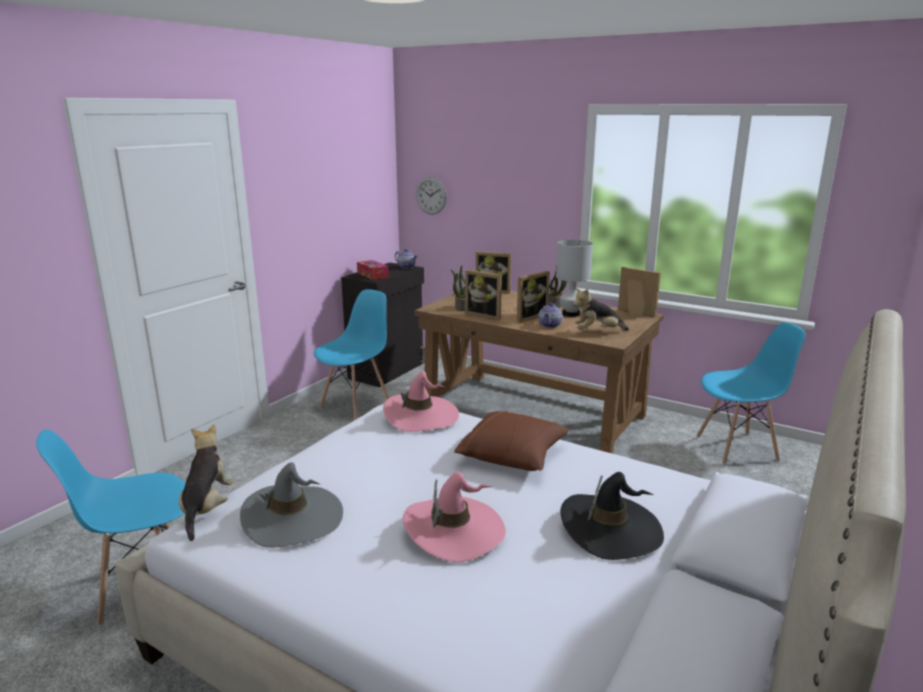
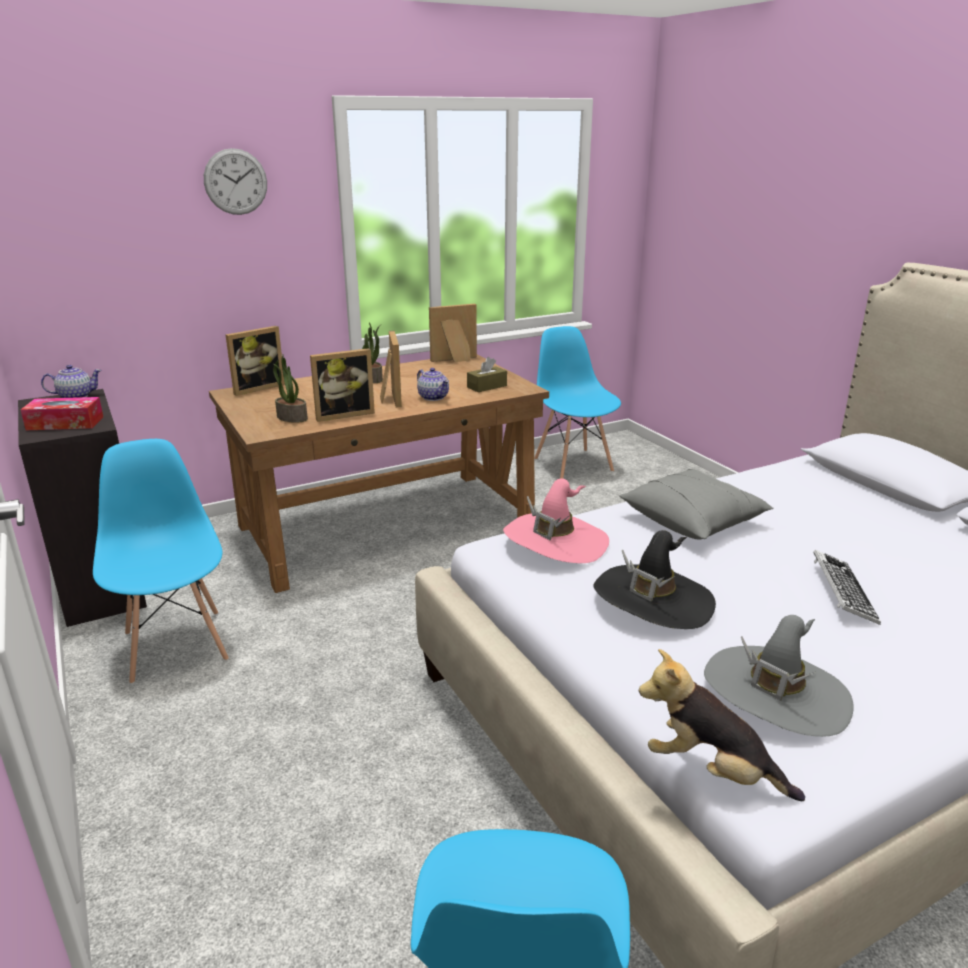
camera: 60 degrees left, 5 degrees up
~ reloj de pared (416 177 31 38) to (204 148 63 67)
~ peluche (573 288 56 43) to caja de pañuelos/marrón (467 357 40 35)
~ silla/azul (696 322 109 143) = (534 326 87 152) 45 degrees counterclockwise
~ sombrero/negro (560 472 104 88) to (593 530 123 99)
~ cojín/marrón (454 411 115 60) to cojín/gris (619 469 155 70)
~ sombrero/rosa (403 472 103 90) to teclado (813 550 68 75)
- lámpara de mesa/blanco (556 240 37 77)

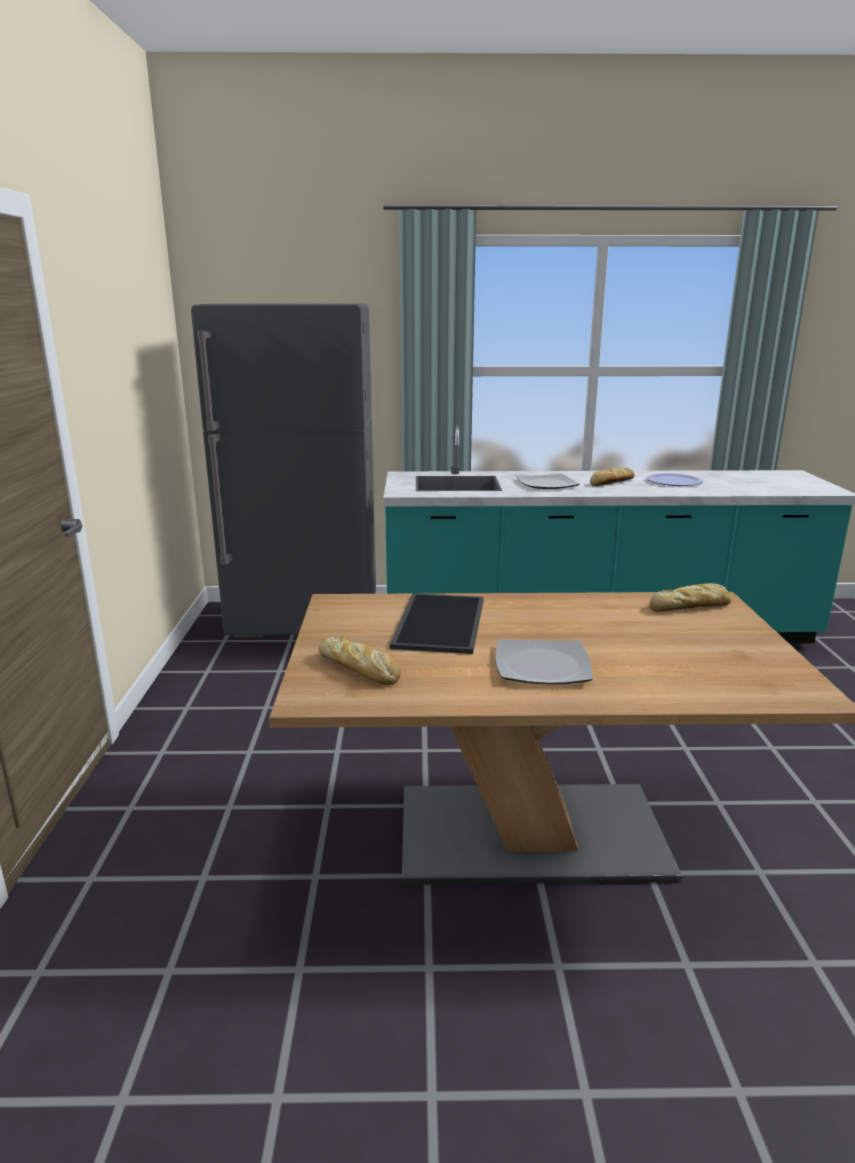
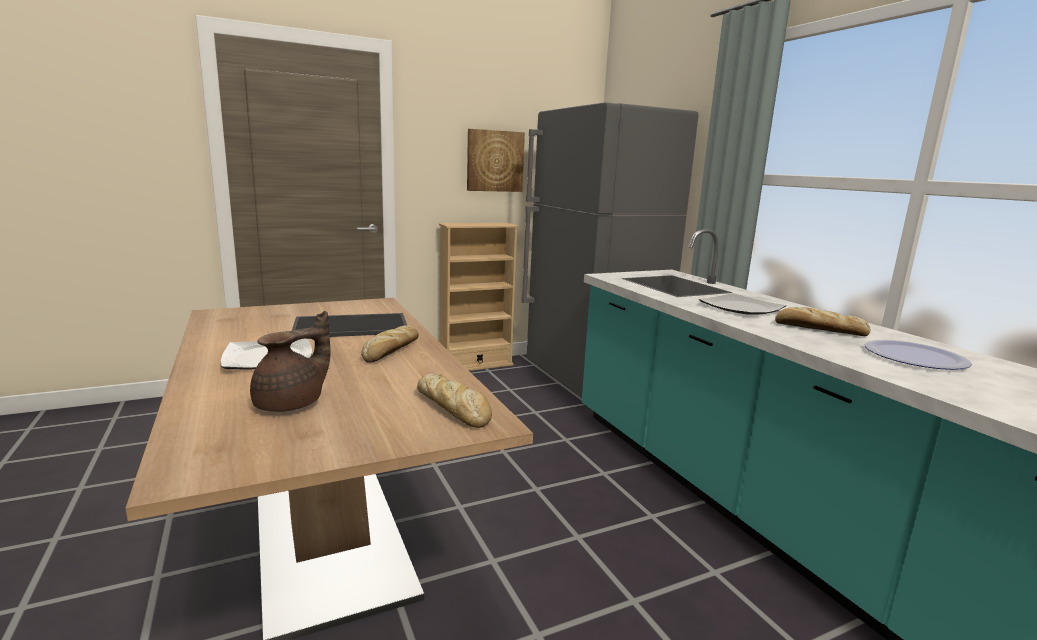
camera: 65 degrees right, 5 degrees down
+ tetera/marrón (250 311 81 101)
~ pan (318 636 83 49) to (361 326 58 37)
+ estantería/beis (439 223 80 148)
+ cuadro (467 129 58 63)

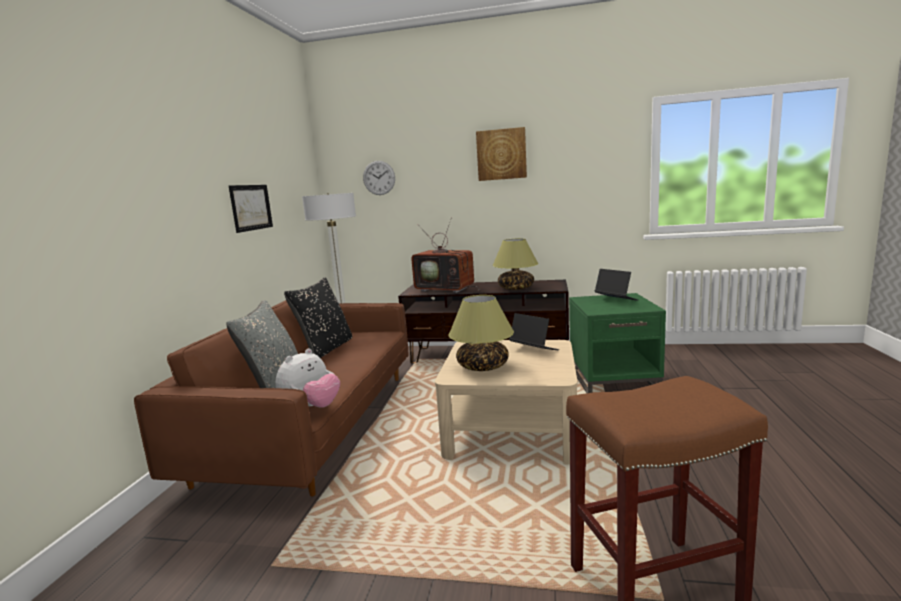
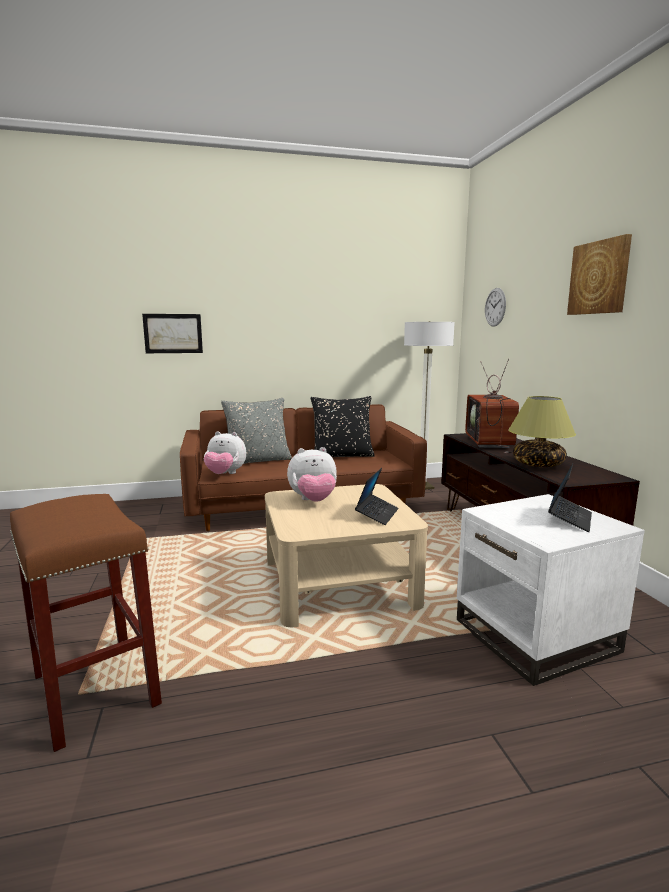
camera: 65 degrees right, 0 degrees up
~ cuadro (229 185 44 48) to (142 314 61 39)
~ lámpara de mesa (449 295 65 76) to peluche (287 447 50 55)
~ mesa auxiliar/verde (569 293 97 100) to mesa auxiliar/blanco (457 494 188 192)

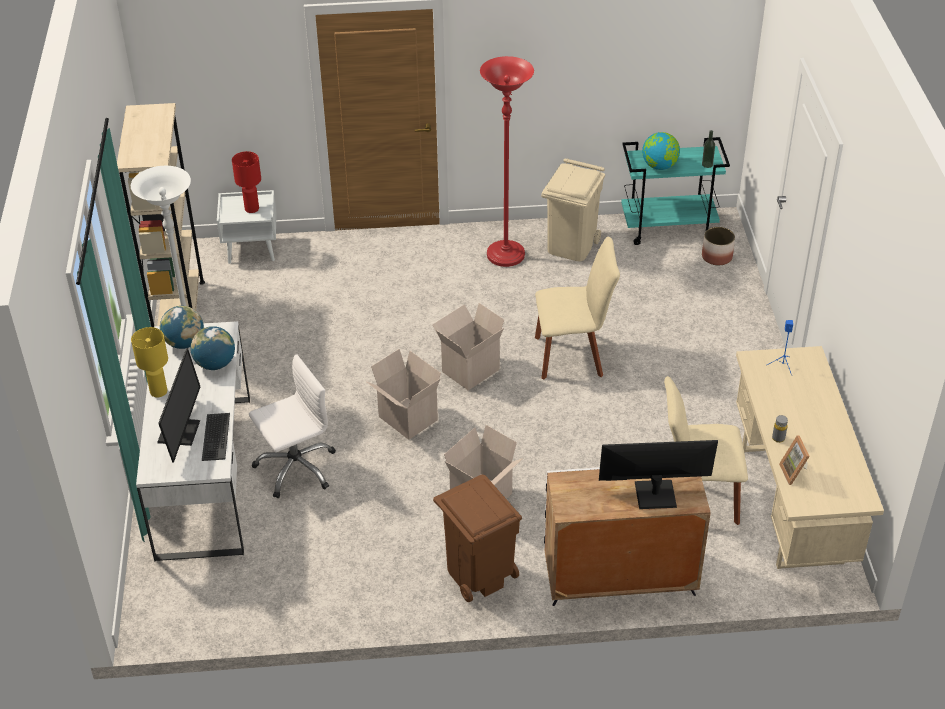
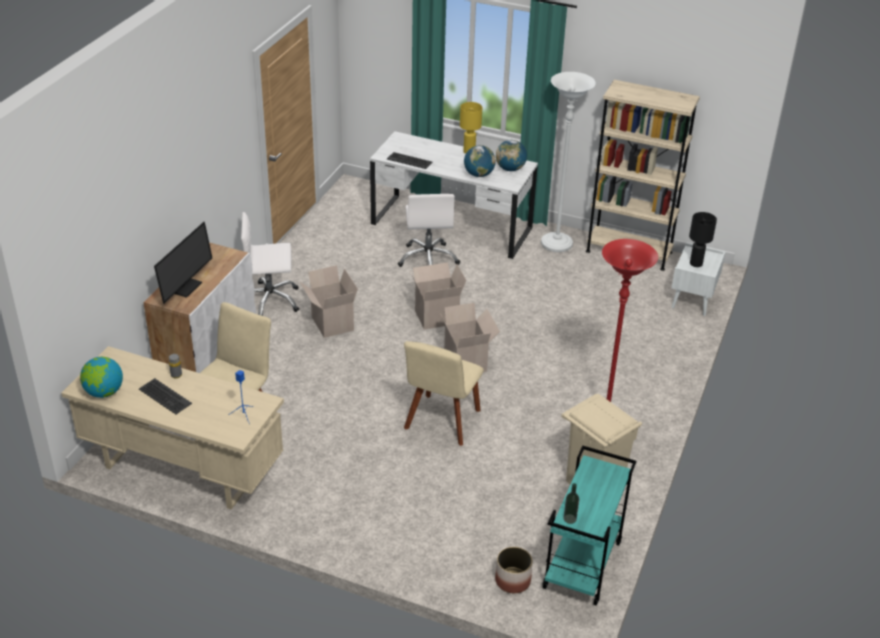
camera: 115 degrees right, 5 degrees down
~ globo terráqueo (642 132 38 38) to (80 357 43 41)
+ teclado (139 378 53 36)
~ papelera/marrón (433 475 89 127) to silla de oficina/blanco (241 212 58 104)
~ lámpara de mesa/rojo (232 151 29 62) to lámpara de mesa/negro (689 212 28 55)
- monitor (157 348 43 115)
- portarretratos (779 435 31 50)

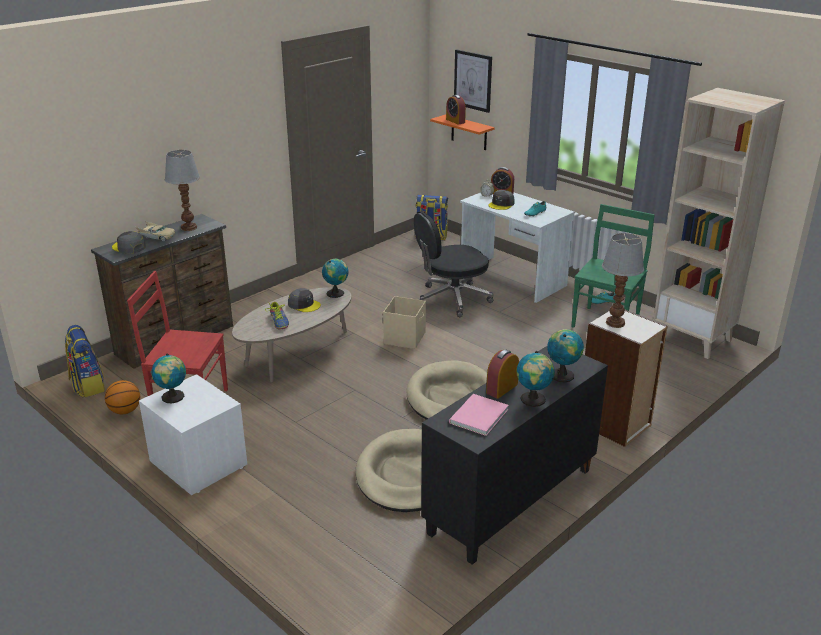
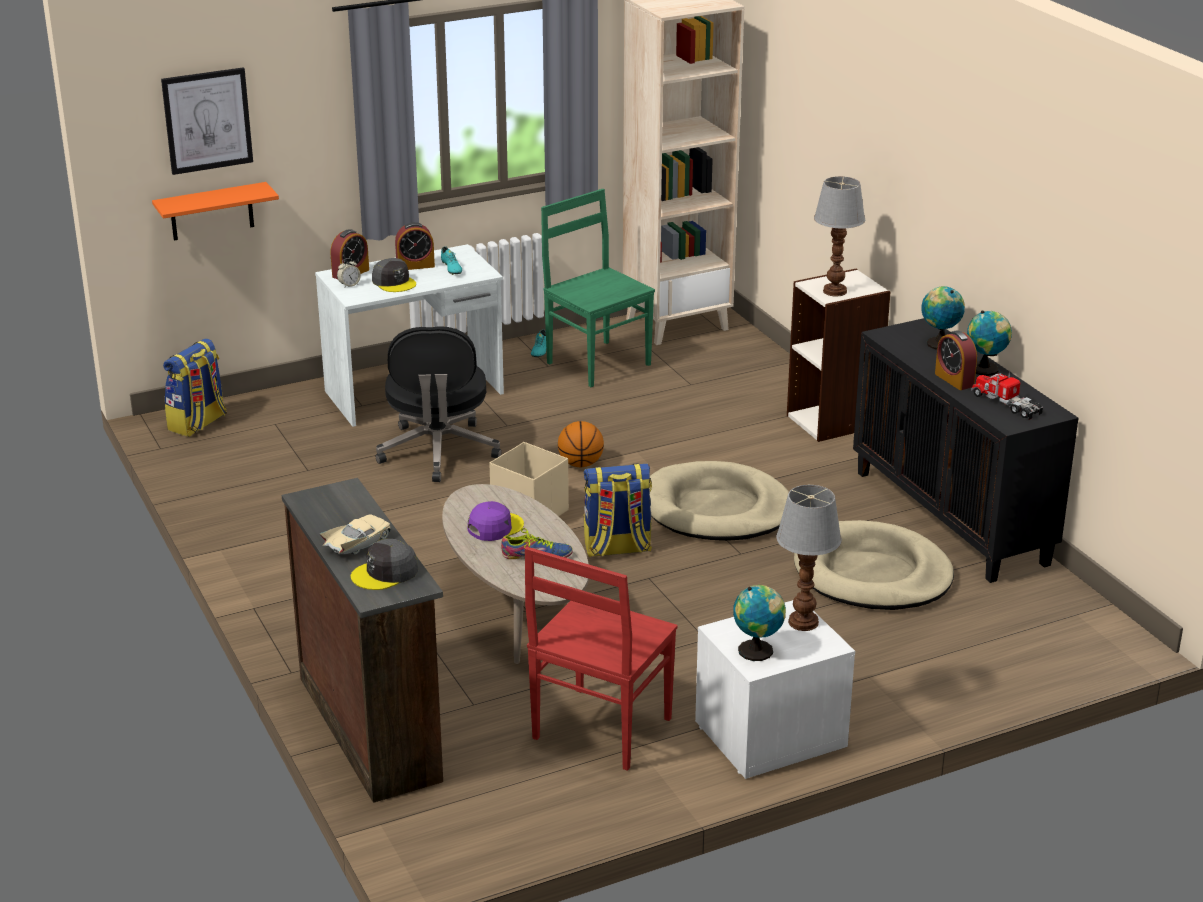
camera: 70 degrees left, 0 degrees up
~ despertador (446 95 20 30) to (395 222 40 48)
~ gorra/gris (288 288 33 24) to gorra/morado (468 501 56 40)
~ balón de baloncesto (105 380 35 34) to (558 421 46 46)
~ mochila (65 325 40 72) to (584 463 68 94)
~ lámpara de mesa (165 150 35 81) to (776 485 66 146)
~ libro/rosa (449 394 60 42) to camión de juguete (971 370 72 50)
- globo terráqueo (322 259 26 39)

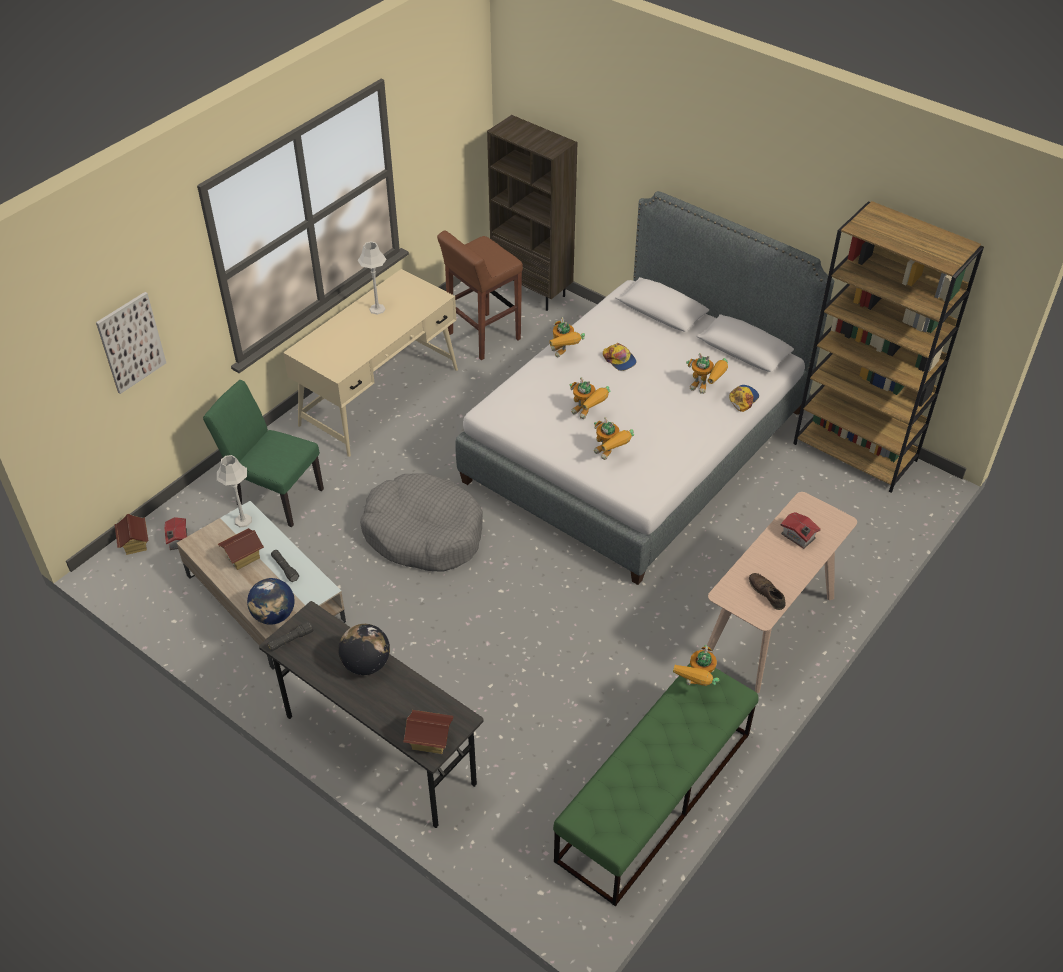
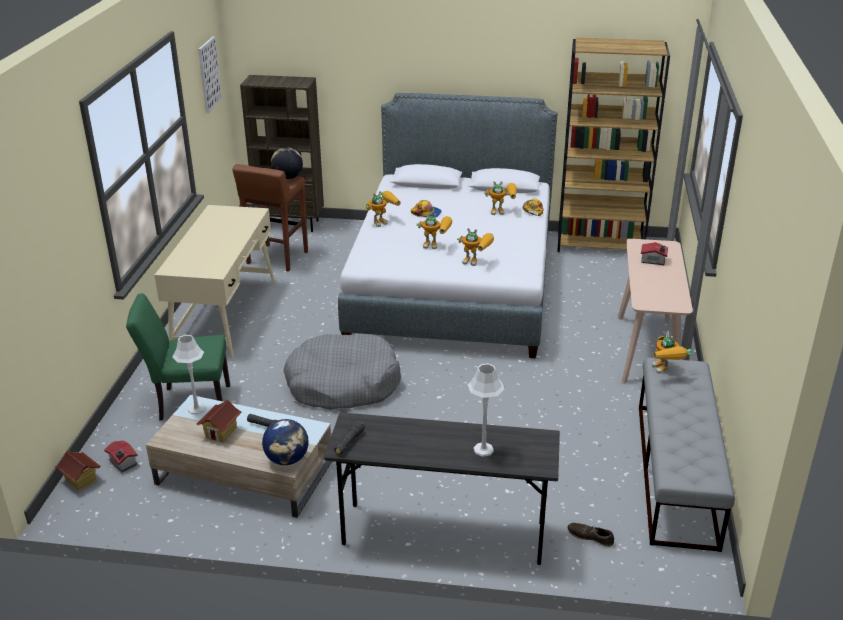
camera: 30 degrees left, 15 degrees down
~ cuadro (96 292 70 102) to (198 37 24 76)
~ globo terráqueo (338 624 52 51) to (271 147 32 32)
~ robot de juguete (550 317 35 40) = (366 191 35 36) 75 degrees counterclockwise
~ lámpara de mesa/gris (358 241 29 74) to (468 363 36 94)
~ zapato/marrón (749 573 37 37) to (568 523 46 24)
~ banco/verde (553 663 206 243) to banco/gris (639 358 96 194)
- casita (403 710 50 44)

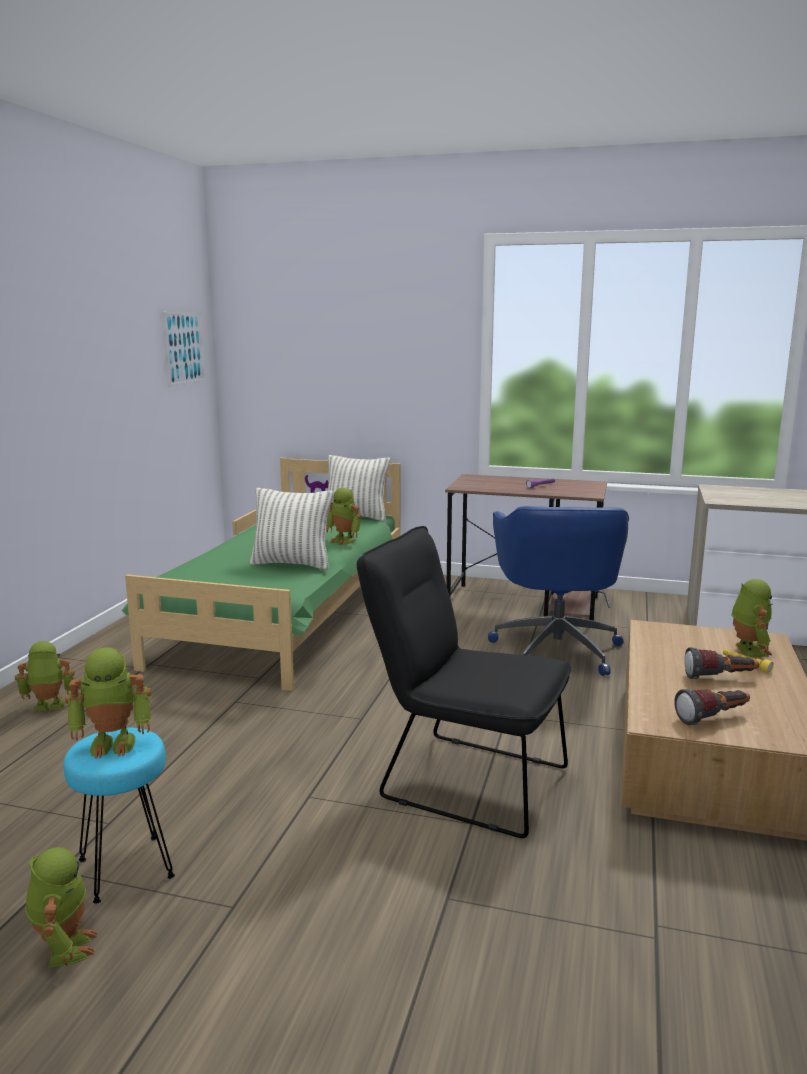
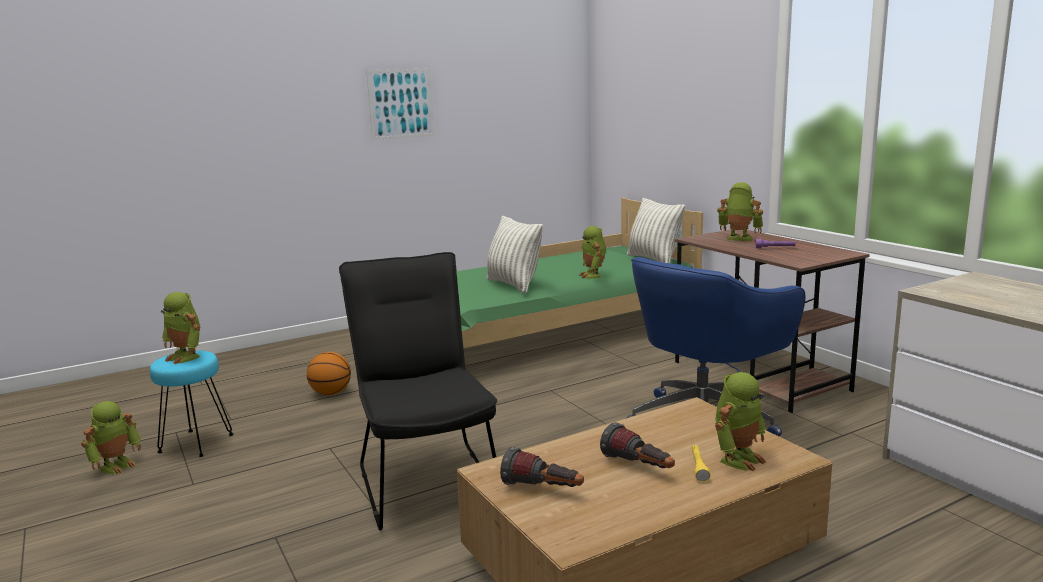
camera: 45 degrees right, 0 degrees up
+ balón de baloncesto (307 352 44 43)
~ cuadro (162 312 43 75) to (366 68 68 72)
~ robot de juguete (15 641 60 71) to (717 182 46 60)

